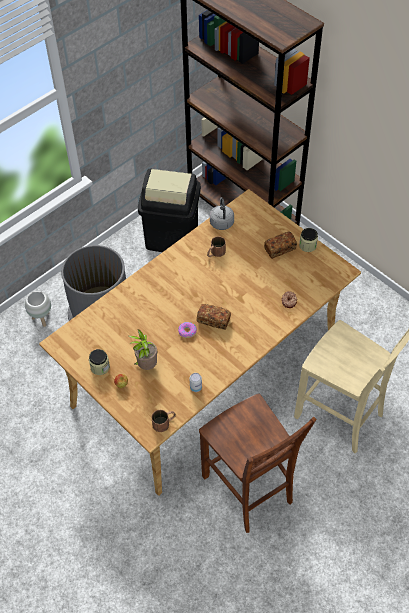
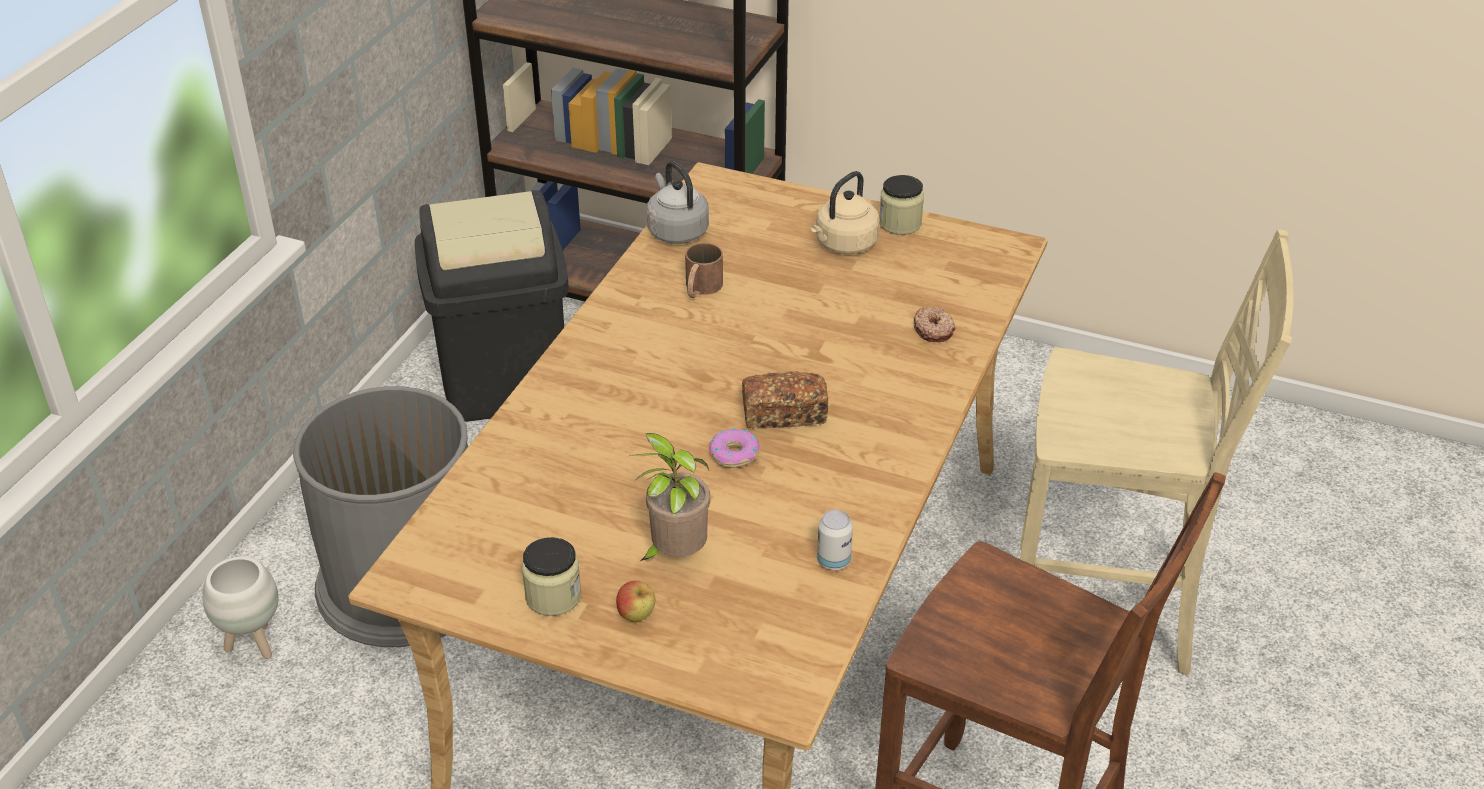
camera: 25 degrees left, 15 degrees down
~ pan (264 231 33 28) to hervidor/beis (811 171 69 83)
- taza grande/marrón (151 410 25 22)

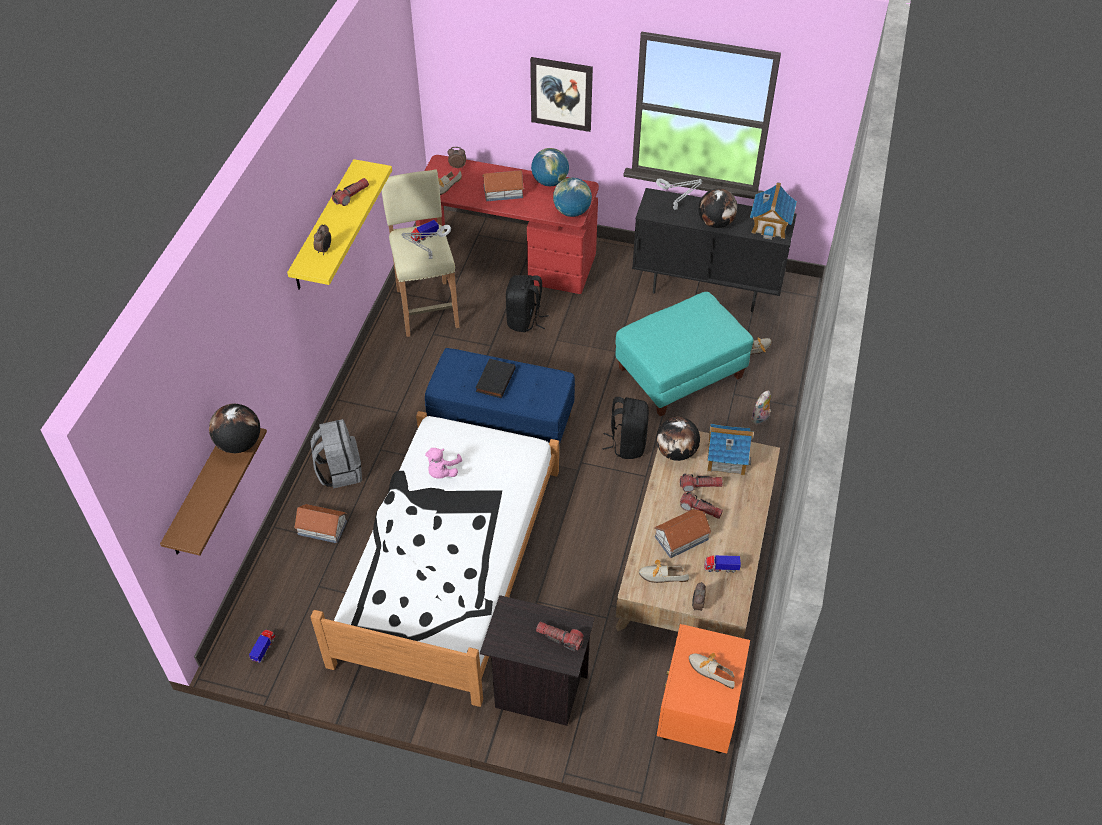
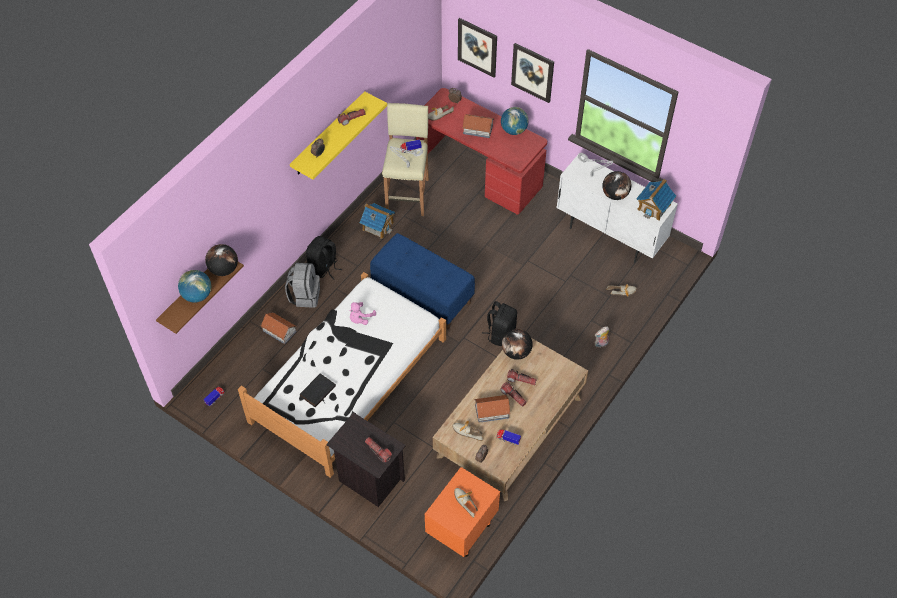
camera: 20 degrees right, 5 degrees up
~ globo terráqueo (553 177 39 40) to (178 270 33 33)
~ libro/negro (475 359 41 39) to (300 373 36 34)
~ mochila/negro (506 275 43 57) to (306 236 36 44)
~ casita (707 424 47 52) to (360 203 35 36)
+ cuadro (458 18 39 60)
~ armario/negro (632 188 165 124) to armario/blanco (556 155 122 108)
- puf/turquesa (615 292 138 125)

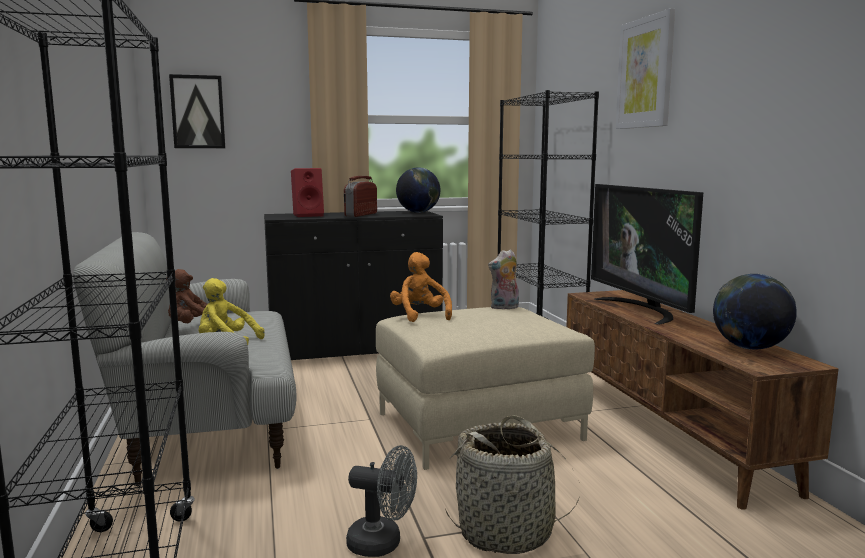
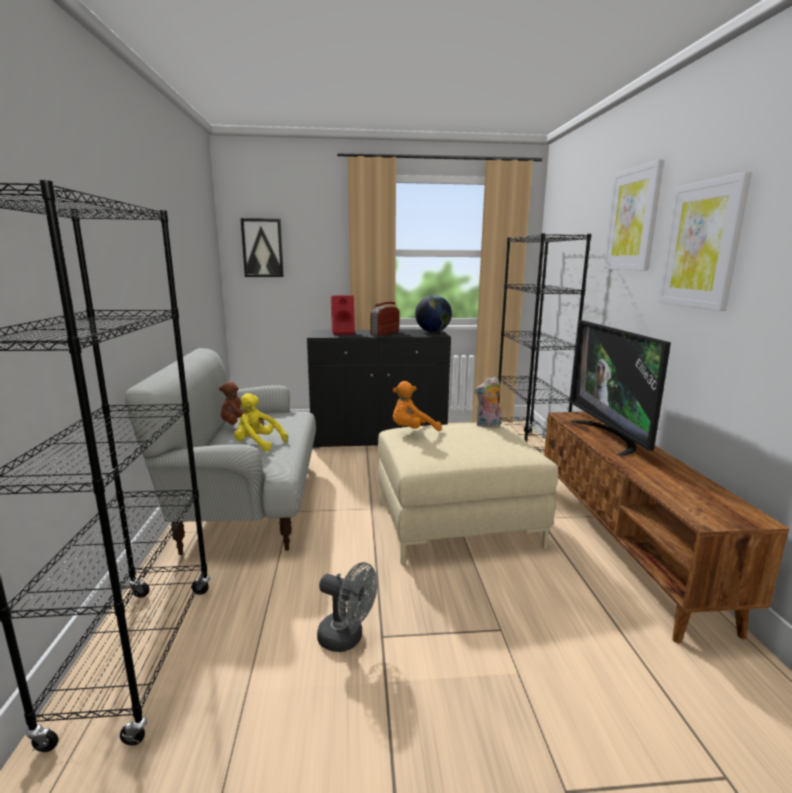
camera: 10 degrees right, 5 degrees up
~ peluche/naranja (390 252 62 70) = (393 381 49 50) 105 degrees counterclockwise
+ cuadro (658 172 94 139)
- cesta (445 415 134 139)
- globo terráqueo (713 274 84 75)

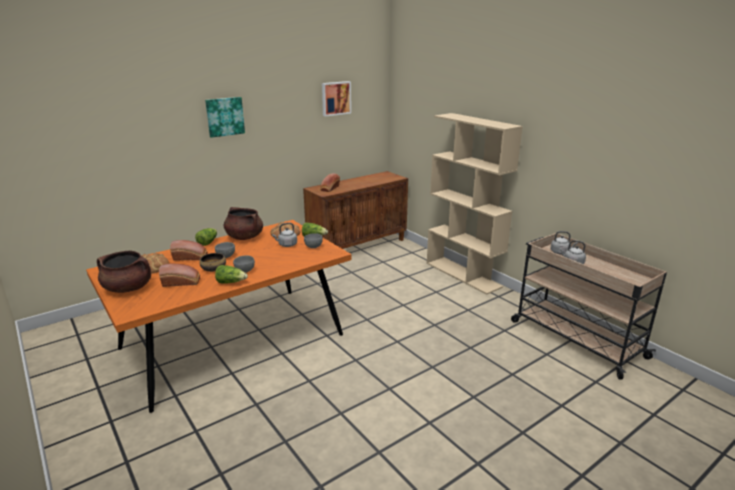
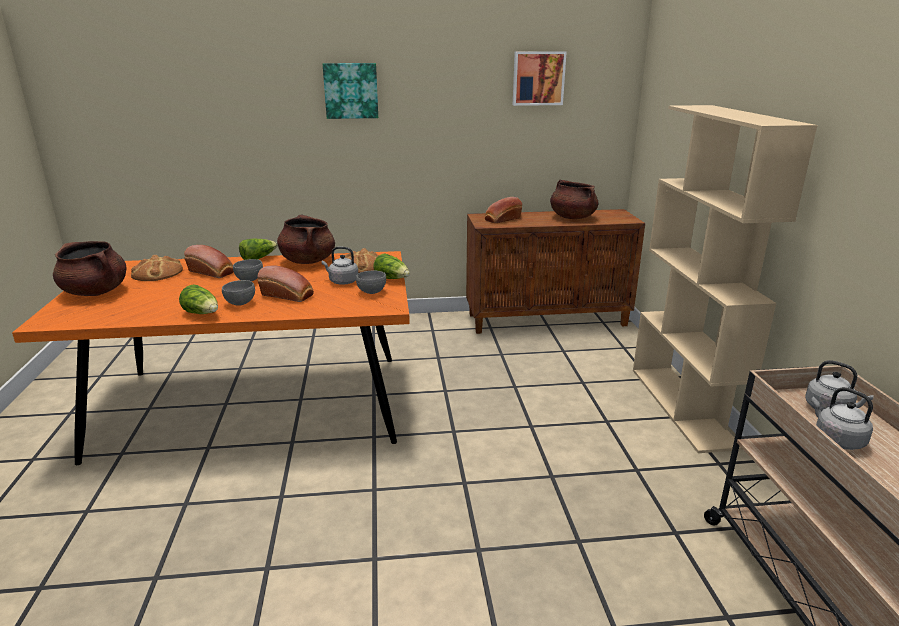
camera: 30 degrees right, 0 degrees up
~ pan (159 263 41 24) to (257 266 57 36)
+ olla/marrón (550 180 49 39)
- cuenco (200 253 26 19)

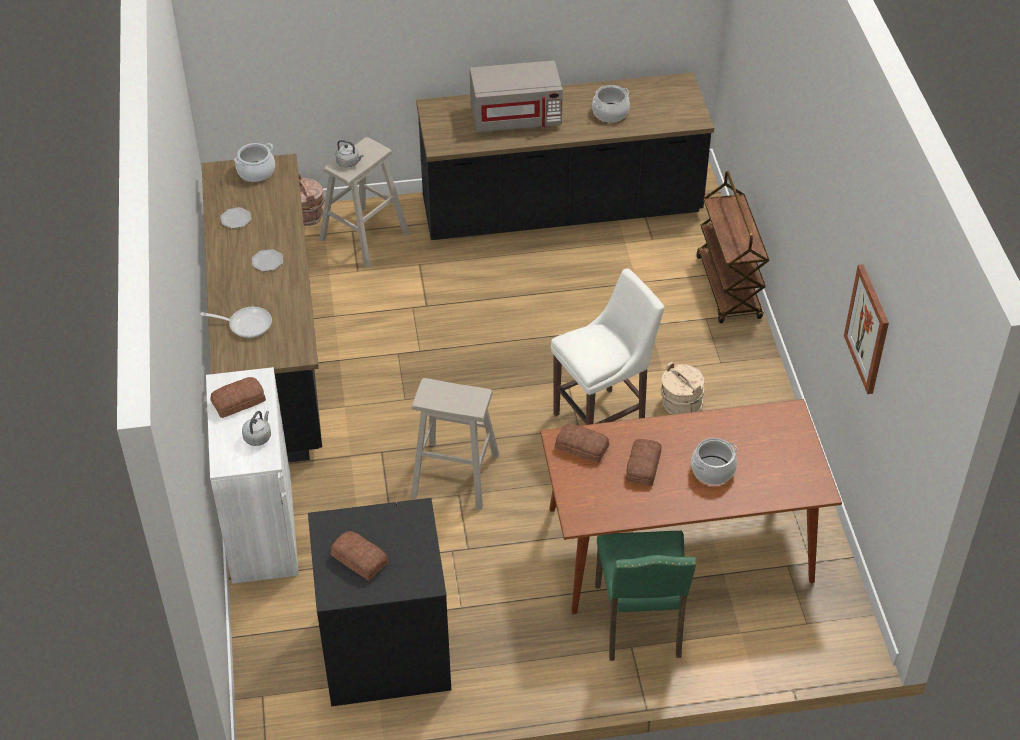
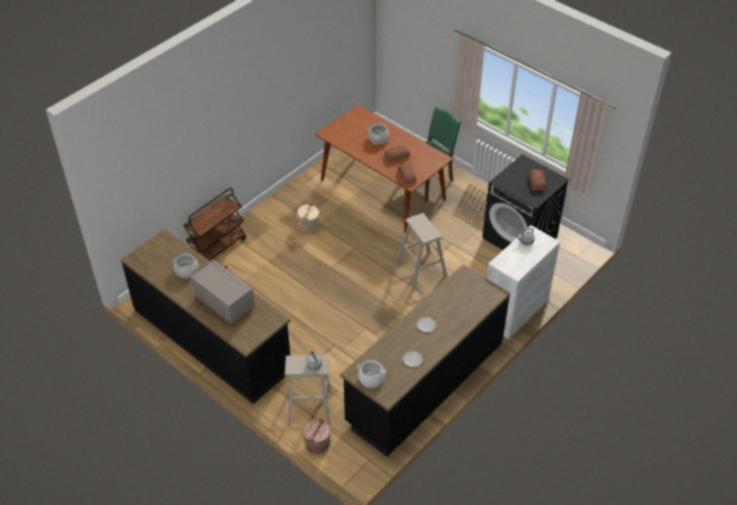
camera: 130 degrees left, 0 degrees up
- sartén (200 307 72 31)
- pan (211 377 55 41)
- taburete/blanco (551 269 113 156)
- cuadro (844 264 45 130)

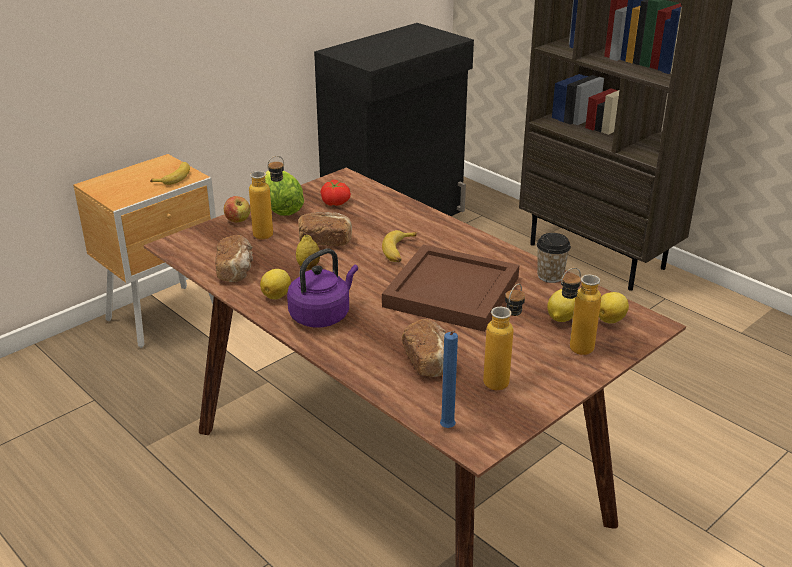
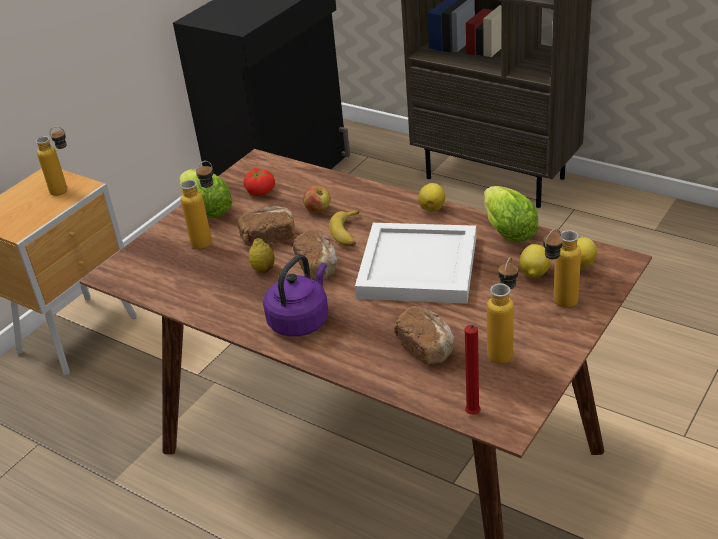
camera: 10 degrees left, 5 degrees up
~ plátano (150 162 40 23) to botella (35 127 32 69)
~ pan (215 235 38 47) to (293 229 44 51)
~ manzana (224 196 27 27) to (303 185 28 28)
~ bandeja/marrón (382 245 137 87) to bandeja/blanco (355 223 121 81)
~ limón (260 269 31 30) to (418 183 27 29)
~ vela/azul (440 331 18 97) to vela/rojo (465 324 16 91)
~ taza (537 233 34 50) to lechuga (484 186 55 57)

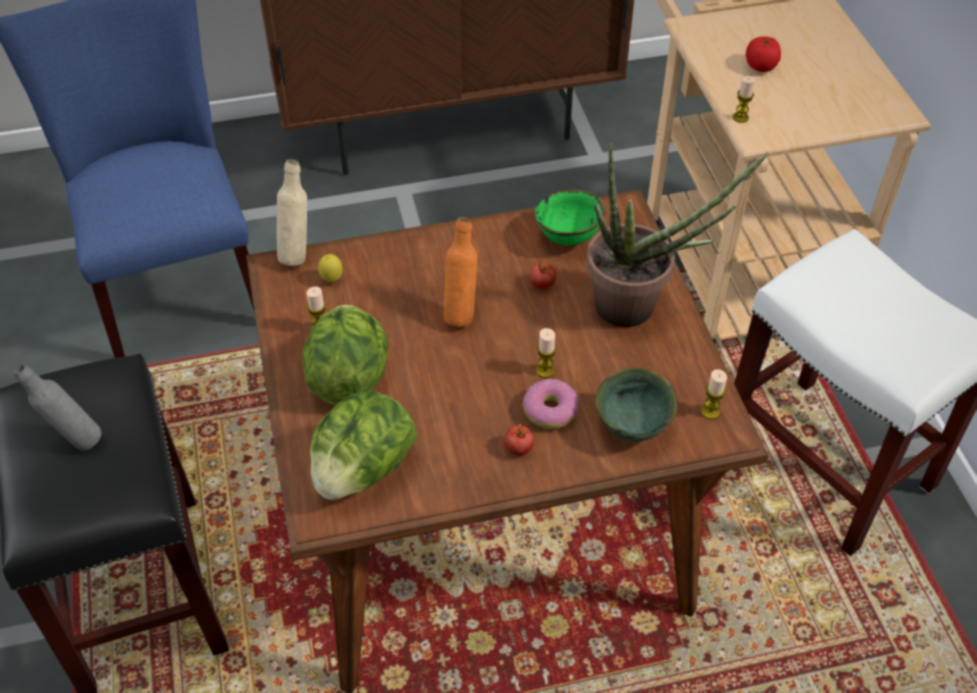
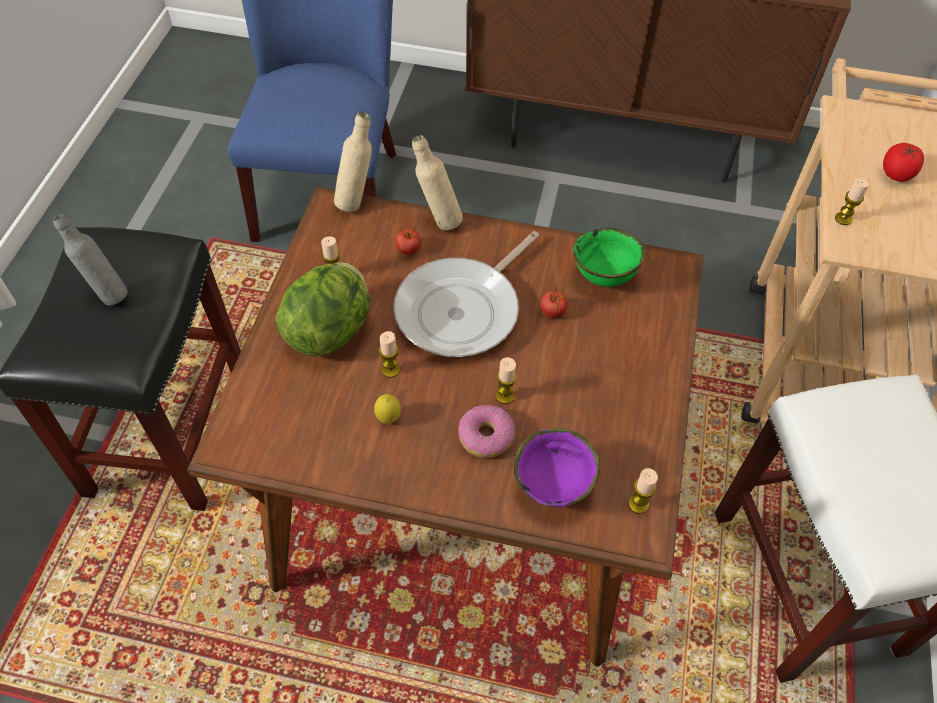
camera: 25 degrees right, 5 degrees up
~ limón (318 254 25 28) to (374 394 27 30)
+ vela (379 331 21 47)
~ botella/naranja (444 217 34 110) to sartén (393 231 146 126)
~ tomate (504 423 30 33) to (395 227 26 28)
+ botella/beis (412 135 51 96)
~ cuenco/verde (595 368 82 73) to cuenco/morado (514 428 86 80)
- lechuga (310 391 107 109)
- planta en maceta (586 143 183 184)

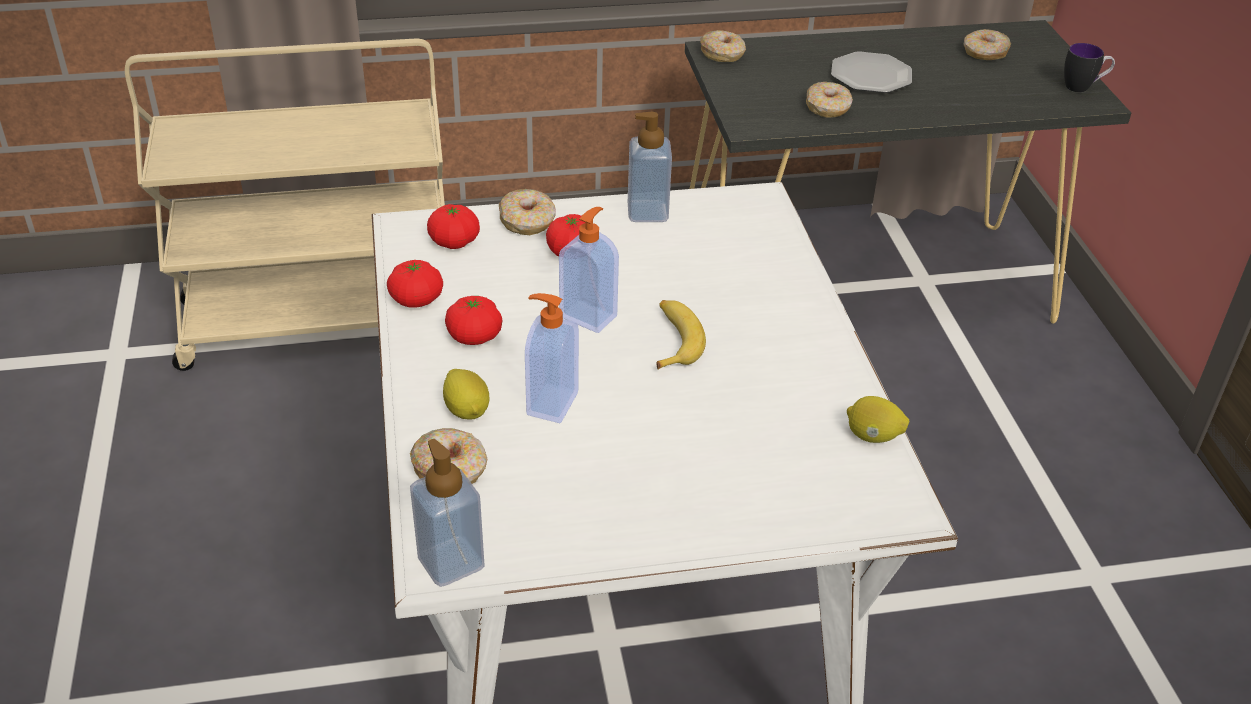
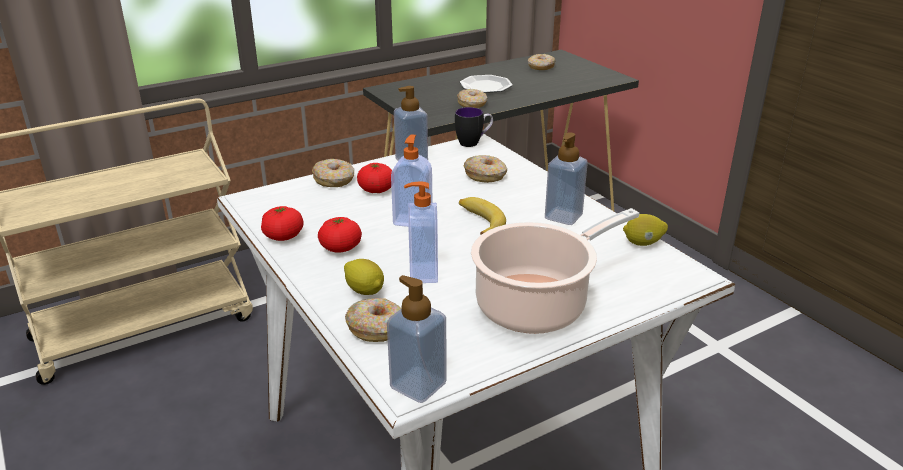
camera: 20 degrees left, 10 degrees down
~ taza grande (1064 43 51 49) to (455 107 38 40)
~ rosquilla (700 30 46 32) to (464 155 43 28)
+ olla (471 208 169 126)
+ dispensador de jabón (545 132 43 93)
- tomate (427 204 53 45)

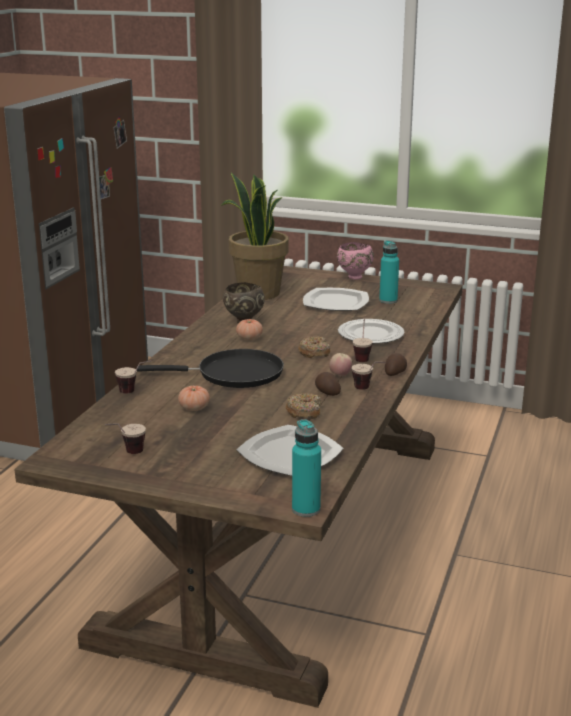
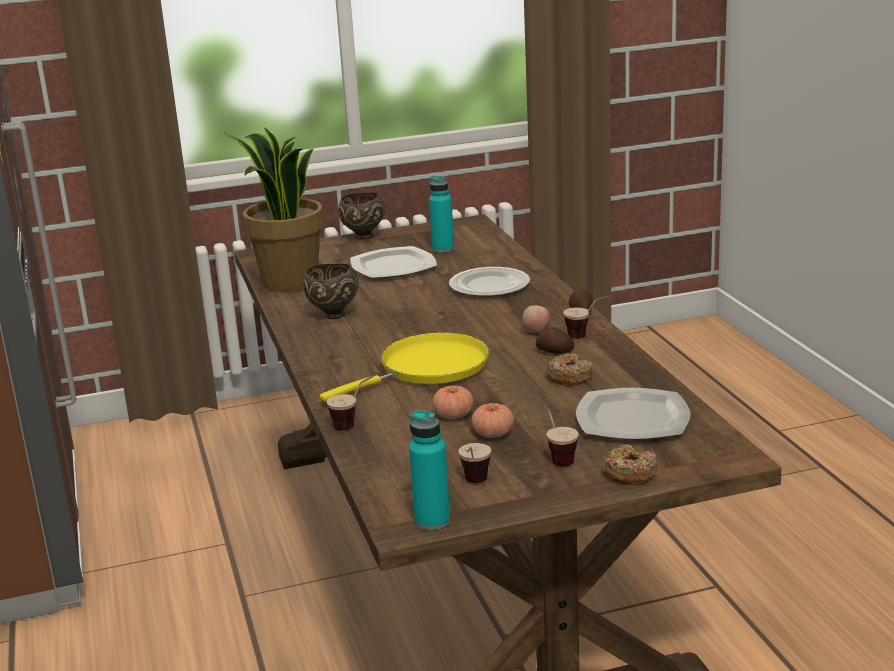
camera: 35 degrees left, 0 degrees up
~ sartén/negro (137 349 147 39) to sartén/amarillo (319 332 171 70)
~ cuenco/rosa (337 242 37 38) to cuenco/marrón (338 193 47 47)
~ botella/turquesa (292 419 29 98) to (409 410 41 120)
~ tomate (236 319 27 21) to (471 403 43 35)
~ taza (352 319 21 43) to (538 399 41 67)
~ rosquilla (298 336 32 22) to (603 444 54 41)

